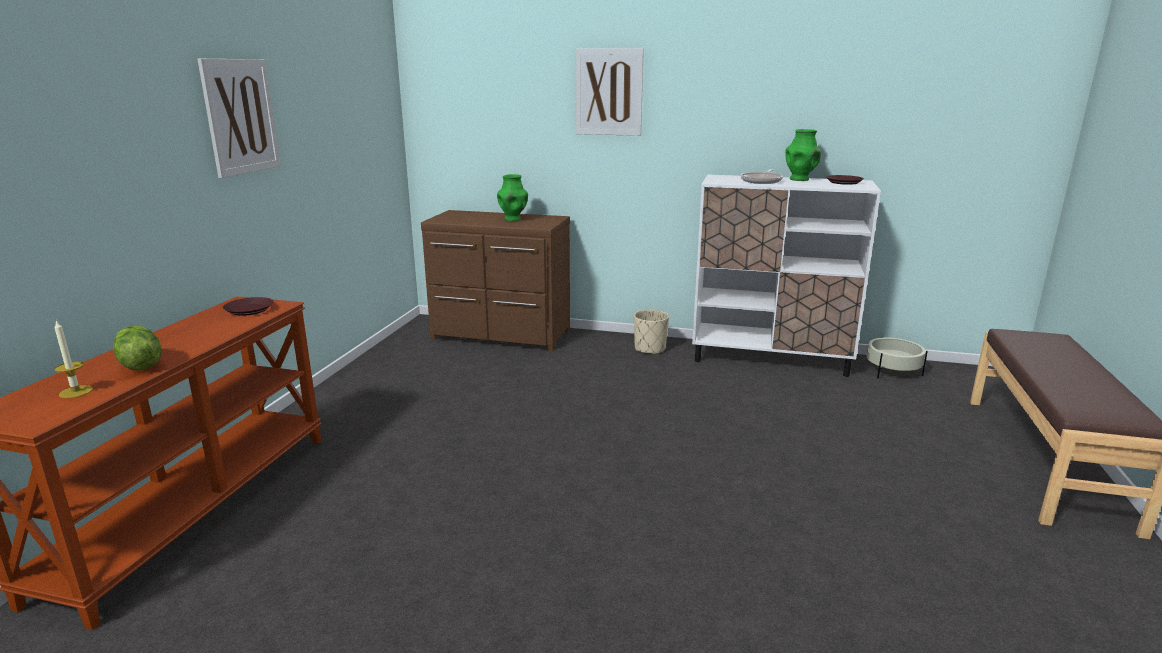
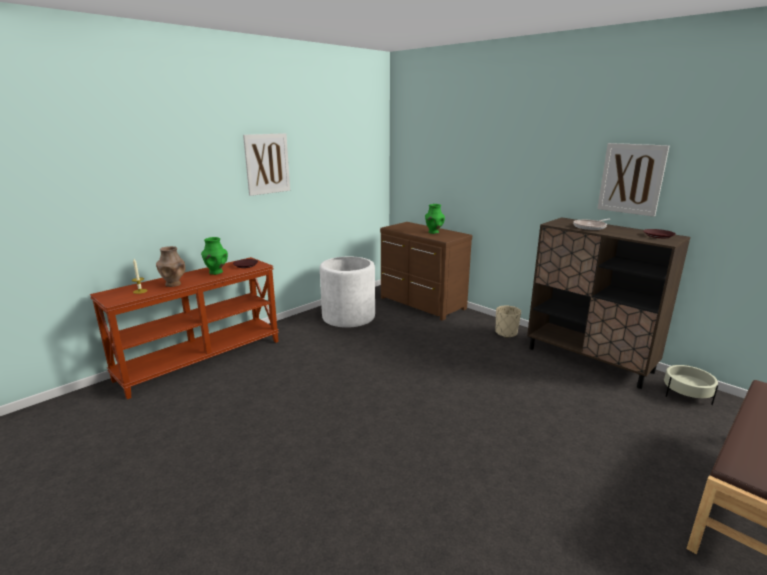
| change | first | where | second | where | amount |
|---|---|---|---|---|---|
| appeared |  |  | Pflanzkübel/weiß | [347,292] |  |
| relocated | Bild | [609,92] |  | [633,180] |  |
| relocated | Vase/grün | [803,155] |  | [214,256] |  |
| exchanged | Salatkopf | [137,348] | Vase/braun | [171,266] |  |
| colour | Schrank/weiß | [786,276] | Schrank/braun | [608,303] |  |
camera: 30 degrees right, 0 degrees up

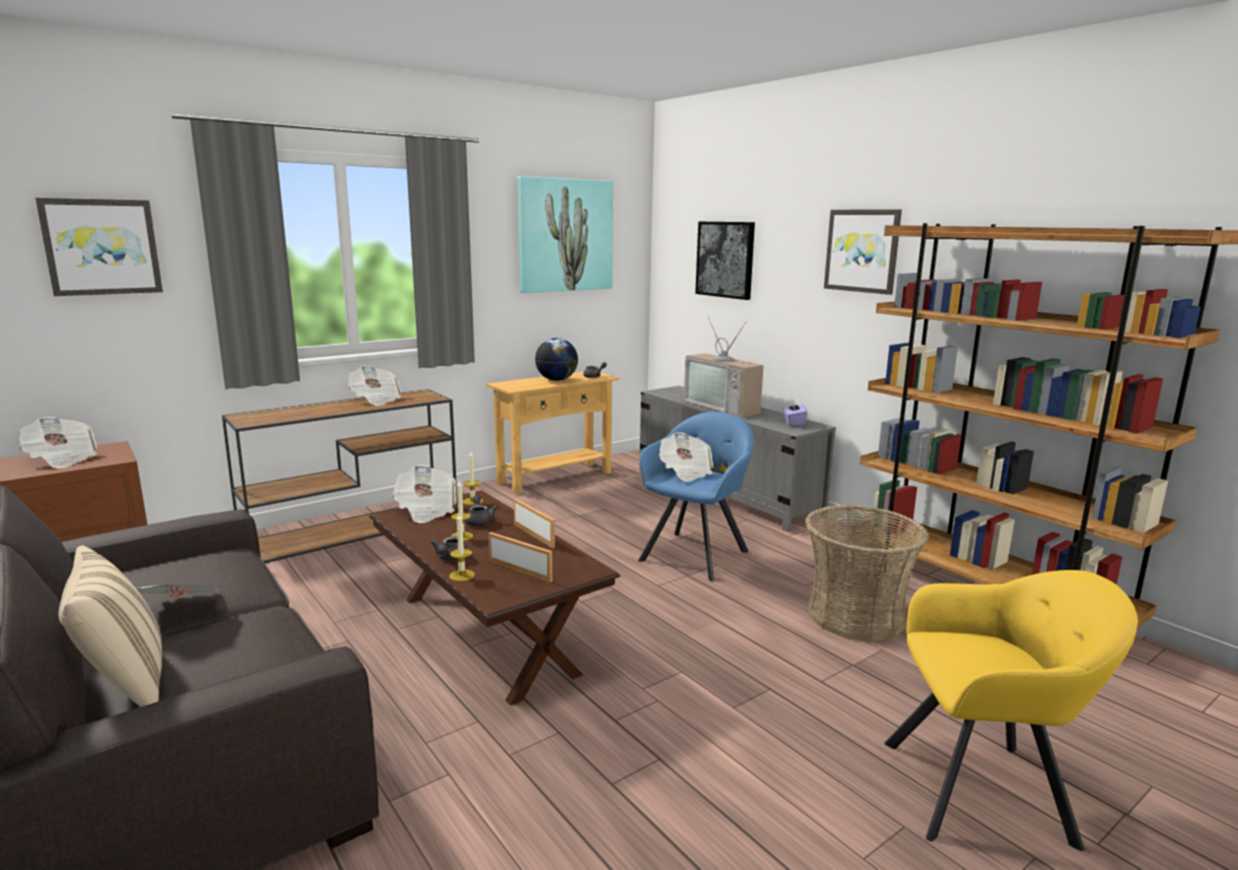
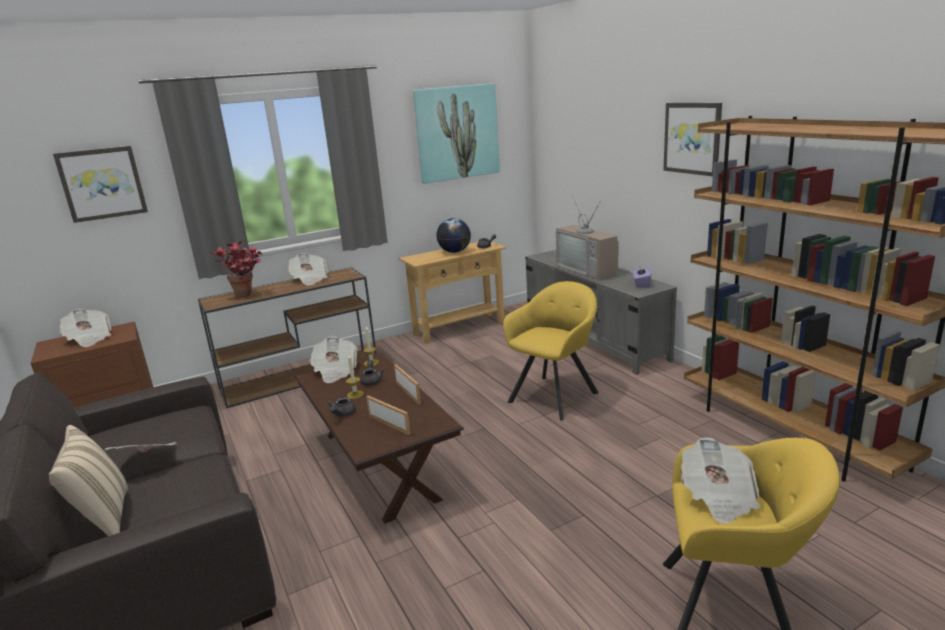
| change | first | where | second | where | amount |
|---|---|---|---|---|---|
| missing | Kerze | [462,547] |  |  |  |
| missing | Bild | [725,261] |  |  |  |
| missing | Korb | [867,573] |  |  |  |
| appeared |  |  | Topfpflanze | [236,269] |  |
| relocated | Zeitung | [686,457] |  | [720,480] |  |
| colour | Sessel/blau | [696,497] | Sessel/gelb | [551,351] |  |
camera: 10 degrees right, 5 degrees up

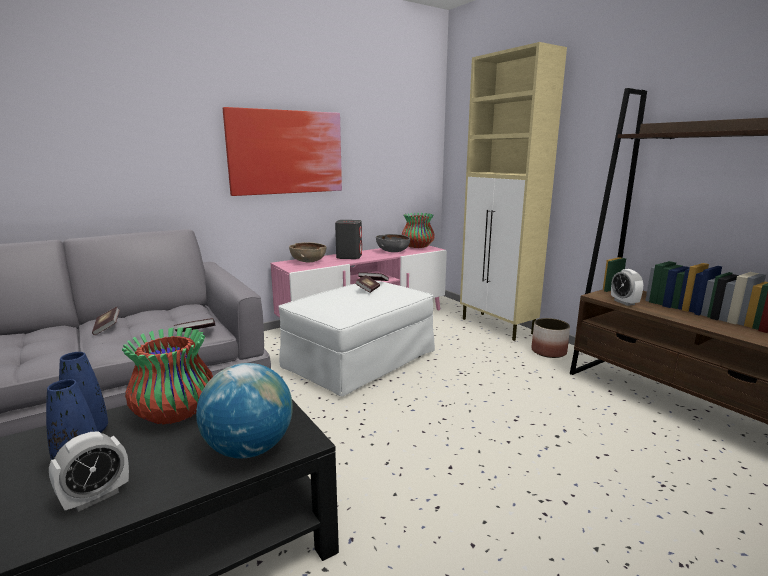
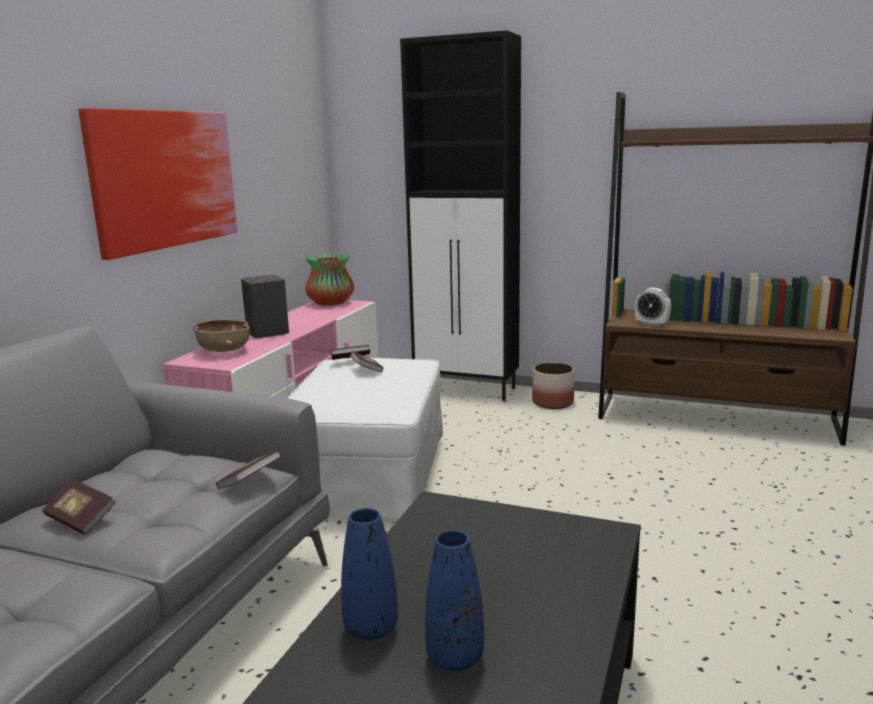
| change | first | where | second | where | amount |
|---|---|---|---|---|---|
| missing | Wecker | [89,471] |  |  |  |
| missing | Vase | [167,376] |  |  |  |
| missing | Globus | [244,410] |  |  |  |
| missing | Schüssel/grau | [393,243] |  |  |  |
| colour | Schrank/beige | [513,191] | Schrank/schwarz | [460,215] |  |
camera: 35 degrees left, 0 degrees up

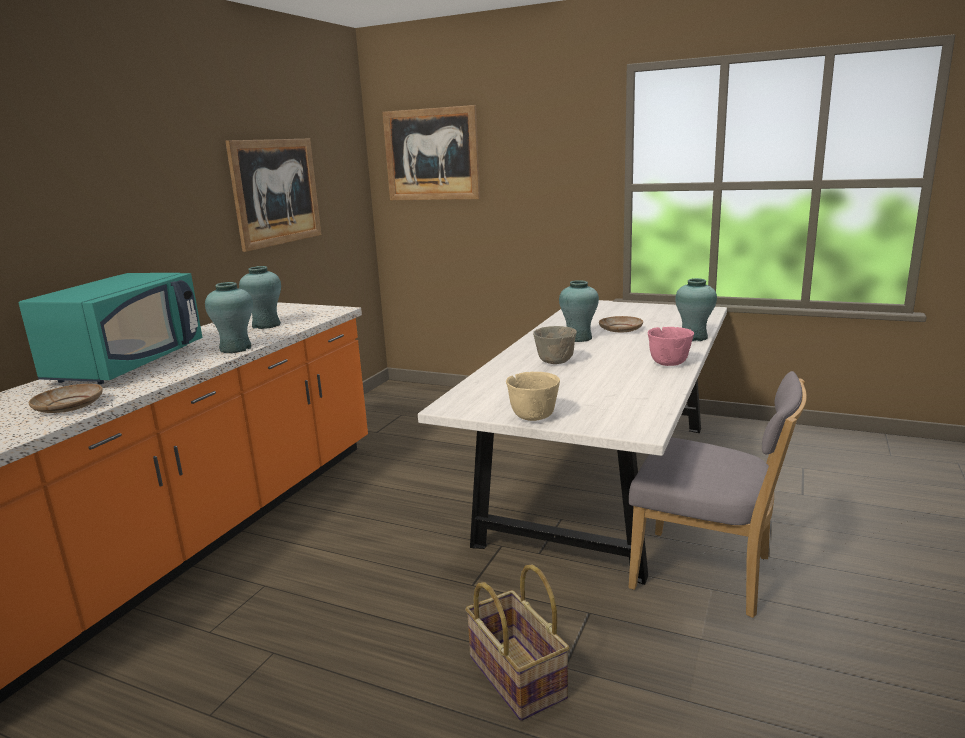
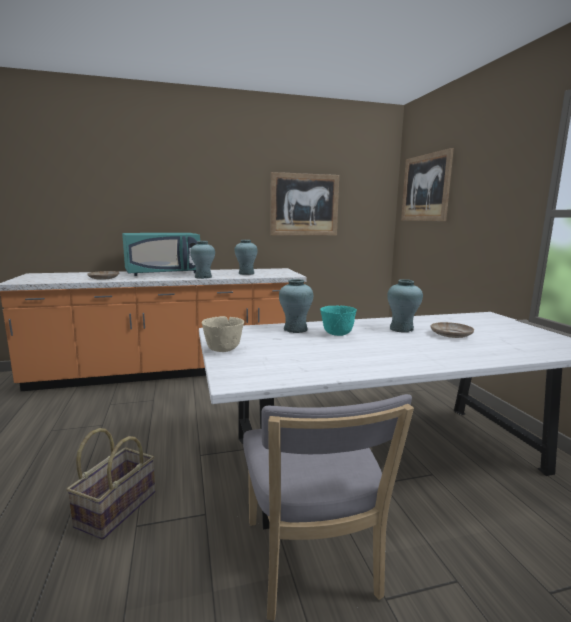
| change | first | where | second | where | amount |
|---|---|---|---|---|---|
| missing | Schüssel/rosa | [670,346] |  |  |  |
| relocated | Vase/türkis | [696,310] |  | [296,306] |  |
| colour | Schüssel/grau | [555,345] | Schüssel/türkis | [338,321] |  |
camera: 50 degrees right, 5 degrees down

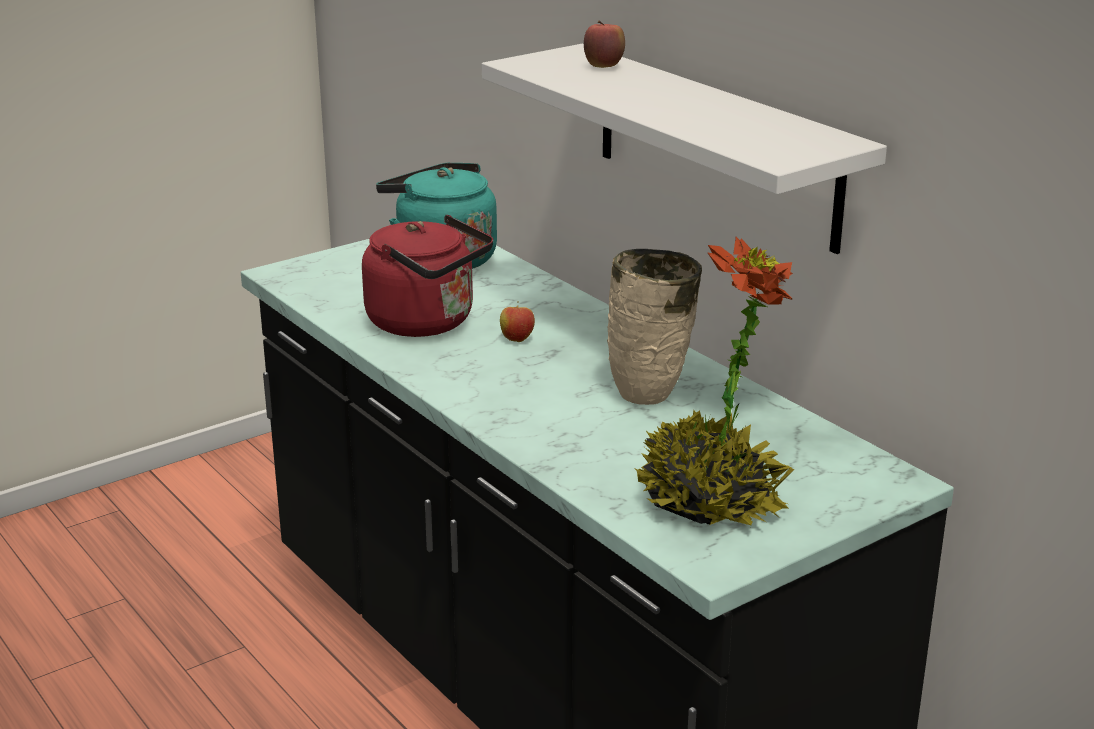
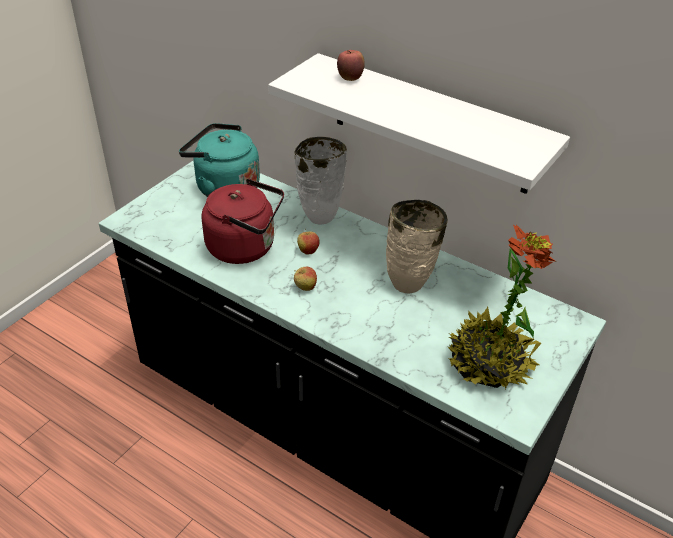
| change | first | where | second | where | amount |
|---|---|---|---|---|---|
| appeared |  |  | Vase/weiß | [320,181] |  |
| appeared |  |  | Apfel | [305,279] |  |
camera: 20 degrees left, 15 degrees up

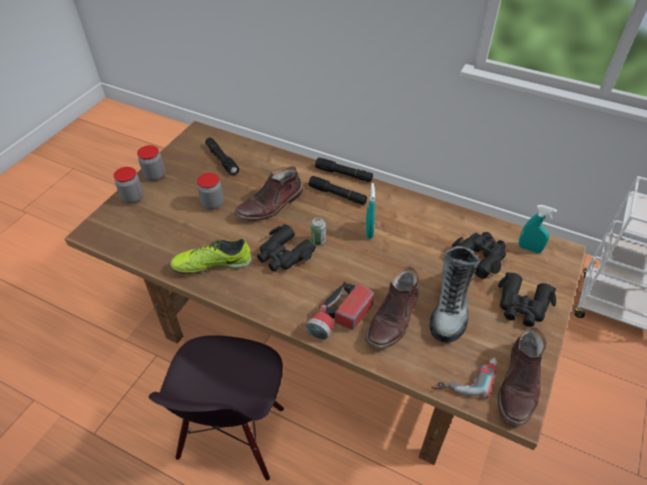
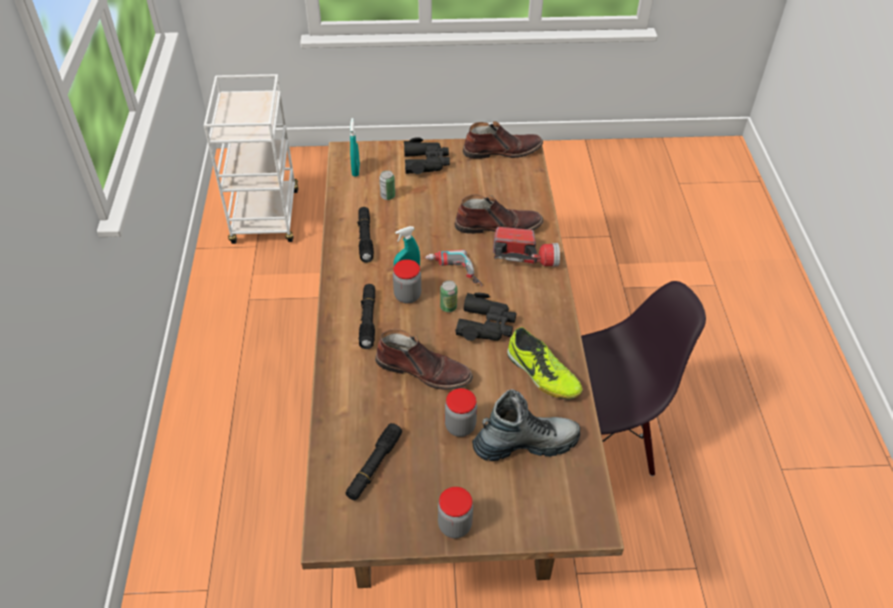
| change | first | where | second | where | amount |
|---|---|---|---|---|---|
| relocated | Vorratsglas | [128,185] |  | [407,281] |  |
| relocated | Taschenlampe/schwarz | [344,170] |  | [365,235] |  |
| relocated | Stiefel | [454,294] |  | [526,425] |  |
| relocated | Bohrmaschine | [464,378] |  | [453,268] |  |
| exchanged | Fernglas/schwarz | [478,255] | Dose | [387,185] |  |
camera: 120 degrees left, 0 degrees up

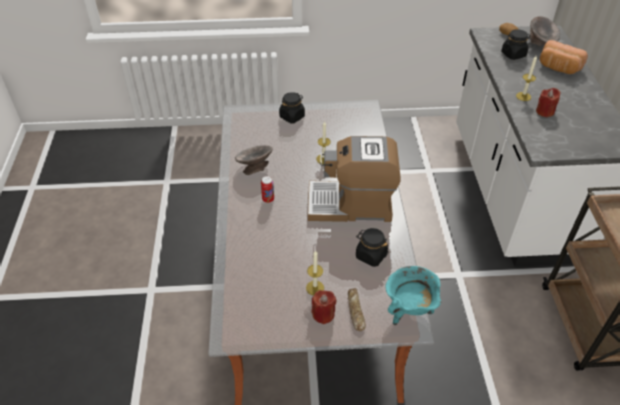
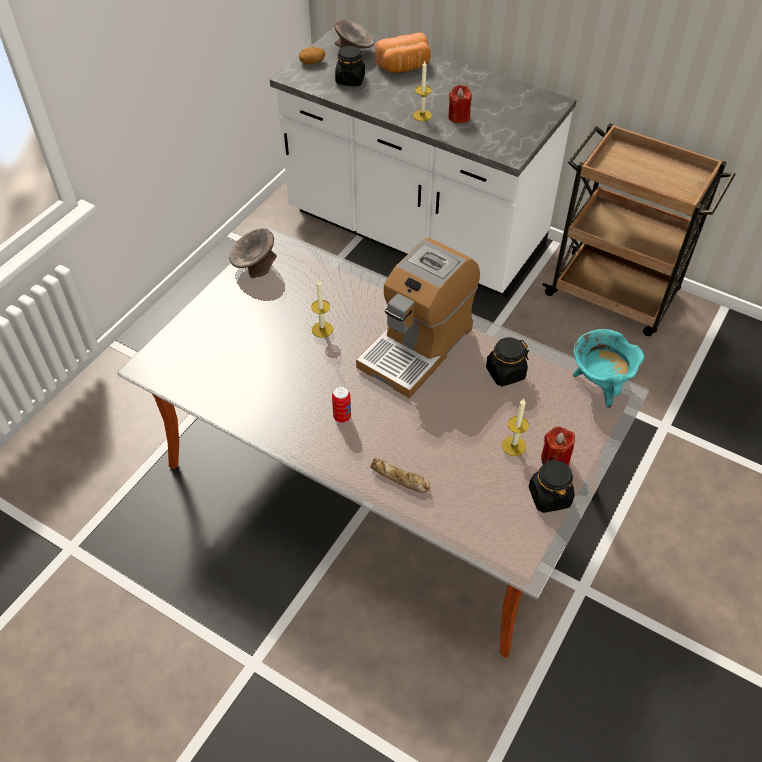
| change | first | where | second | where | amount |
|---|---|---|---|---|---|
| relocated | Schüssel/grau | [254,160] |  | [253,253] |  |
| relocated | Vorratsglas/schwarz | [292,107] |  | [552,485] |  |
| relocated | Brot | [357,309] |  | [400,475] |  |
camera: 55 degrees left, 5 degrees up

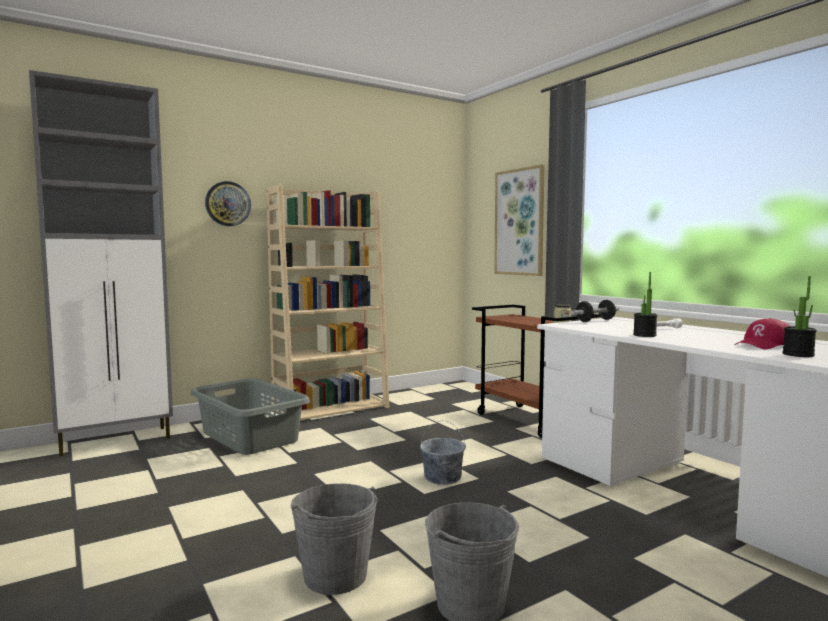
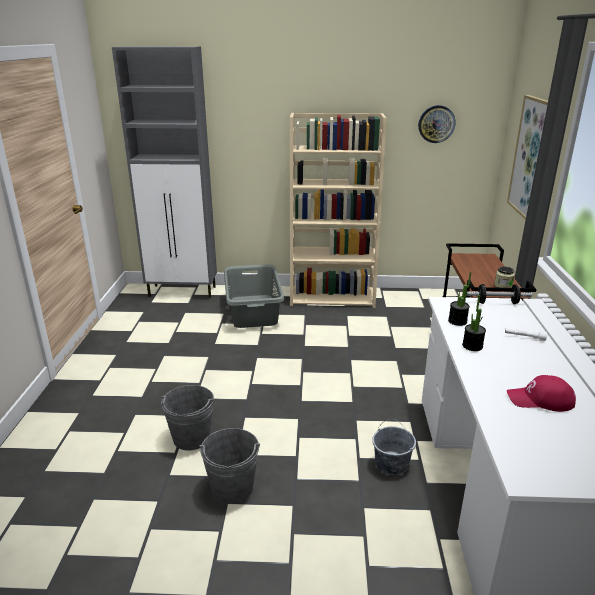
| change | first | where | second | where | amount |
|---|---|---|---|---|---|
| relocated | Wanduhr | [228,203] |  | [436,124] |  |
| relocated | Eimer/grau | [443,452] |  | [394,447] |  |
| relocated | Topfpflanze | [800,316] |  | [459,299] |  |
camera: 35 degrees right, 20 degrees up

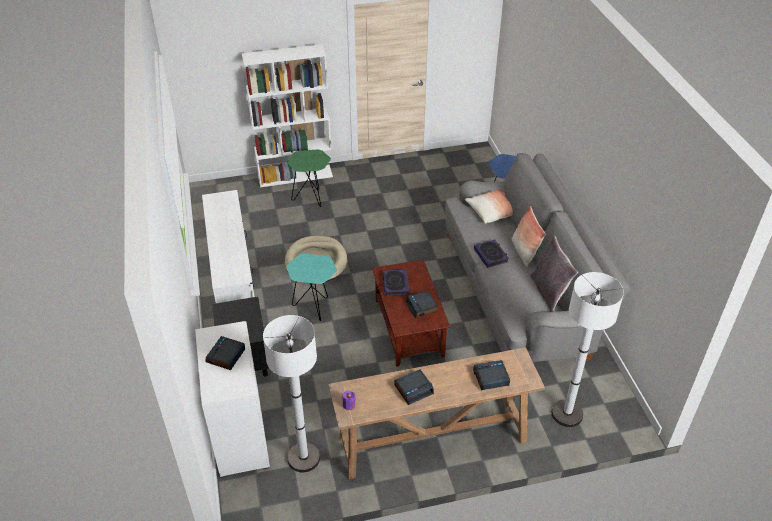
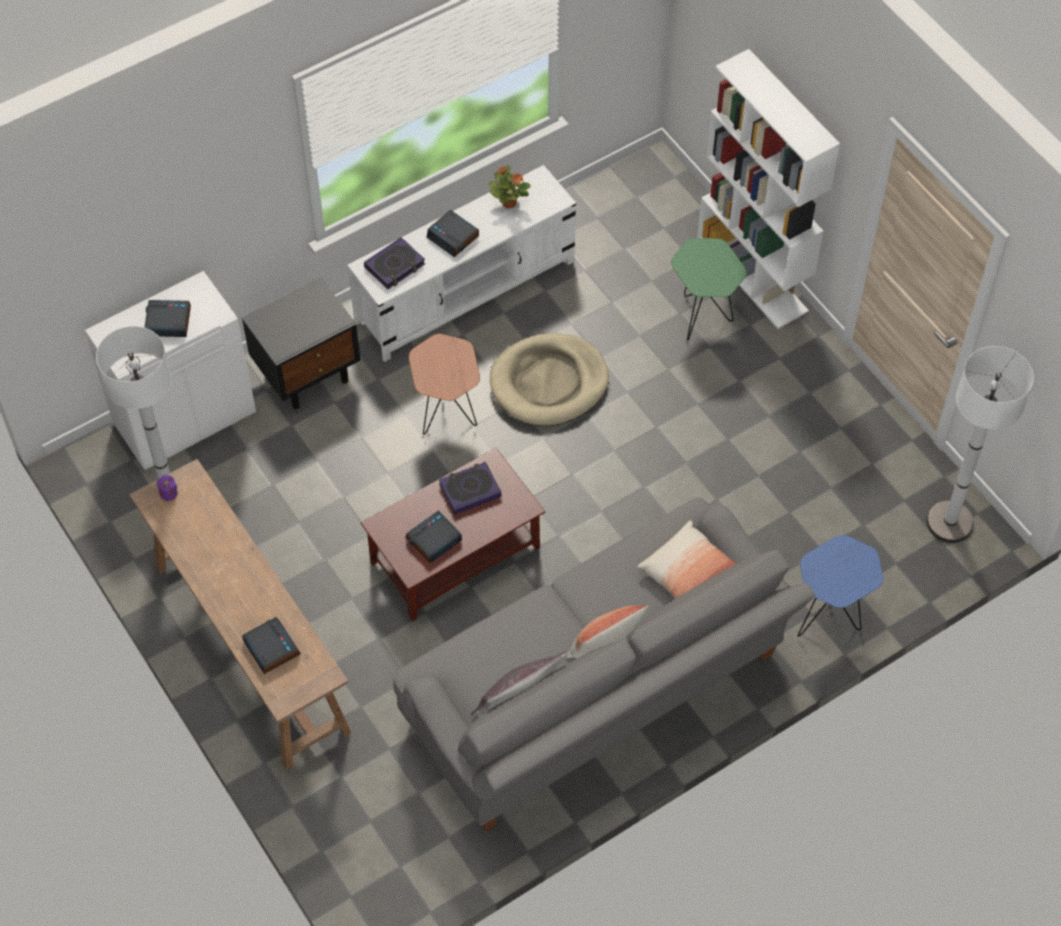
| change | first | where | second | where | amount |
|---|---|---|---|---|---|
| appeared |  |  | Topfpflanze | [509,186] |  |
| relocated | Wecker | [414,387] |  | [453,233] |  |
| relocated | Buch | [491,254] |  | [394,263] |  |
| relocated | Stehlampe/weiß | [588,349] |  | [980,444] |  |
| colour | Beistelltisch/türkis | [311,287] | Beistelltisch/braun | [444,384] |  |
camera: 70 degrees right, 15 degrees up

